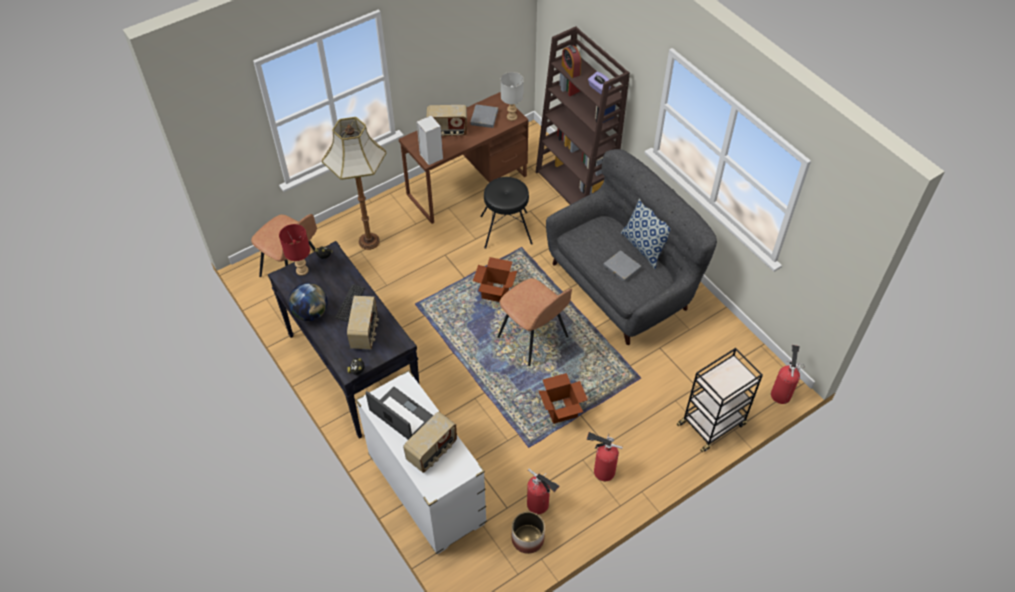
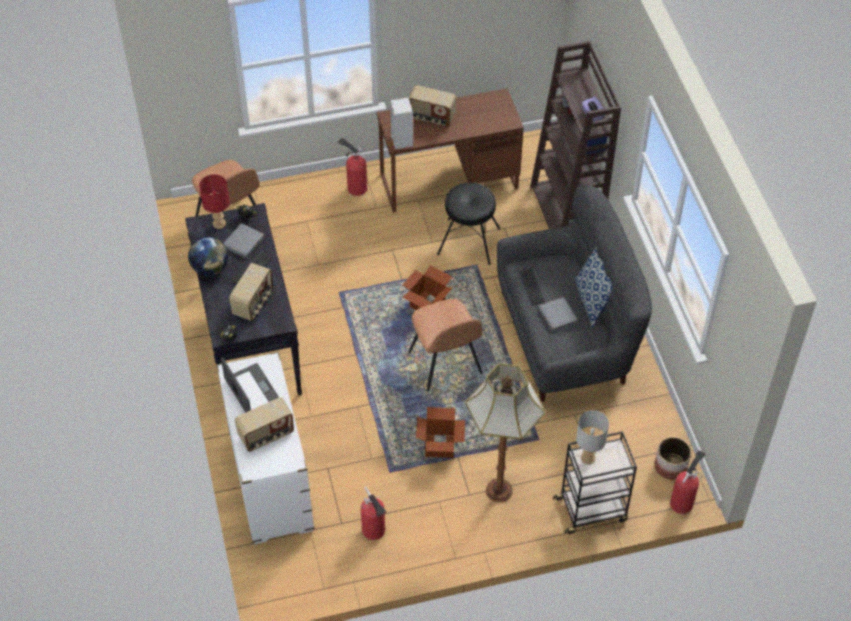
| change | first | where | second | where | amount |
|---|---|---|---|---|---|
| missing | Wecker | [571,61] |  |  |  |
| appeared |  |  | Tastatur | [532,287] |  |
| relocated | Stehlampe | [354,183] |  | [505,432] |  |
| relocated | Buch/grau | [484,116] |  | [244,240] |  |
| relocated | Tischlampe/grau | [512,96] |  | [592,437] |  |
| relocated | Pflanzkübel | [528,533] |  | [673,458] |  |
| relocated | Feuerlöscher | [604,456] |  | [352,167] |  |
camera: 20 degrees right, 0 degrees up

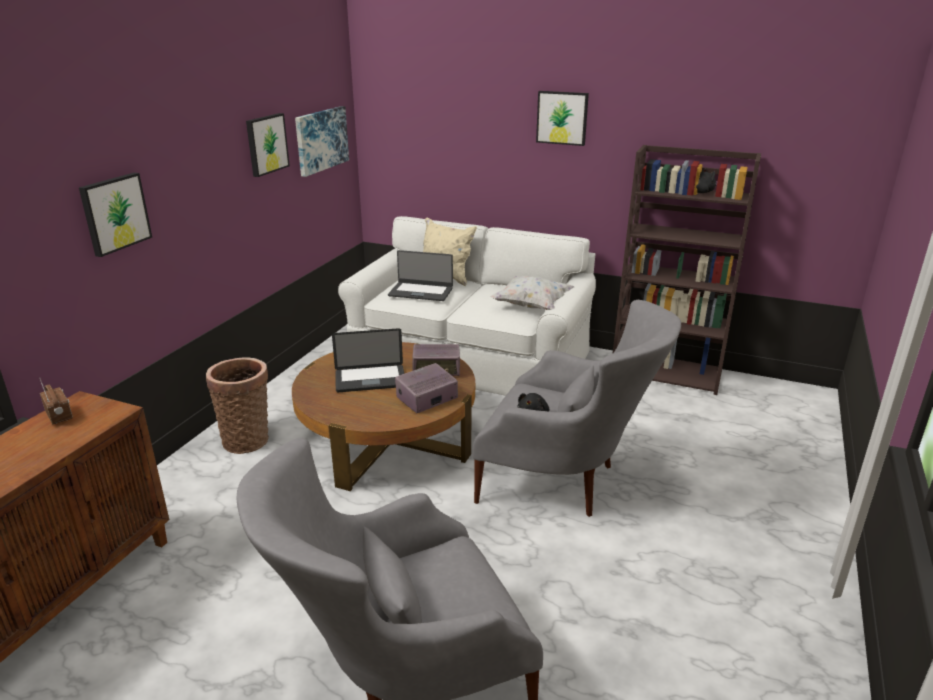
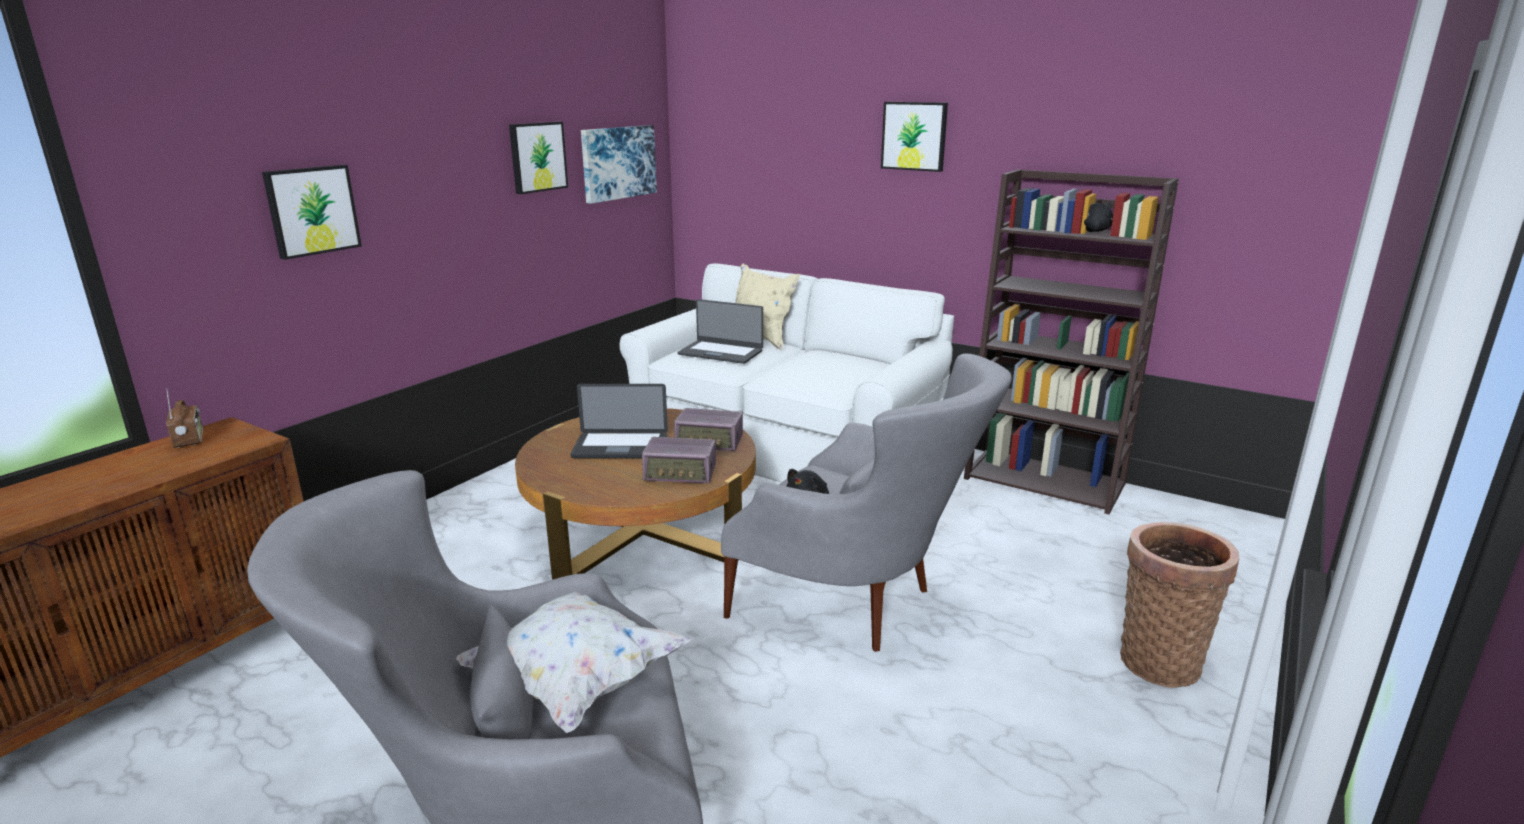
| change | first | where | second | where | amount |
|---|---|---|---|---|---|
| relocated | Korb | [237,406] |  | [1179,605] |  |
| relocated | Kissen/weiß | [532,293] |  | [573,662] |  |
| spun | Radio | [426,388] |  | [679,460] | 150 degrees counterclockwise |
camera: 10 degrees right, 5 degrees down

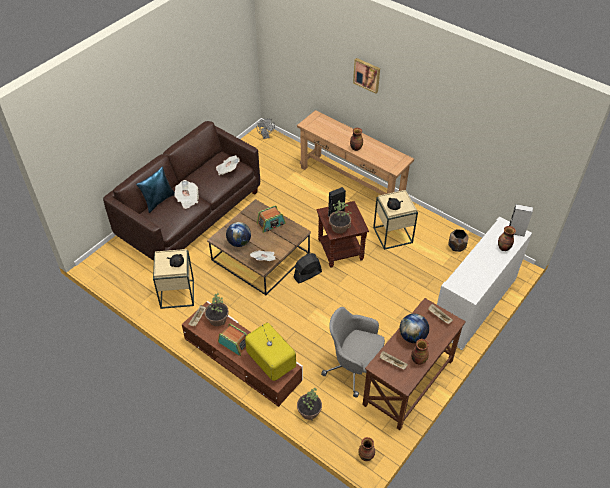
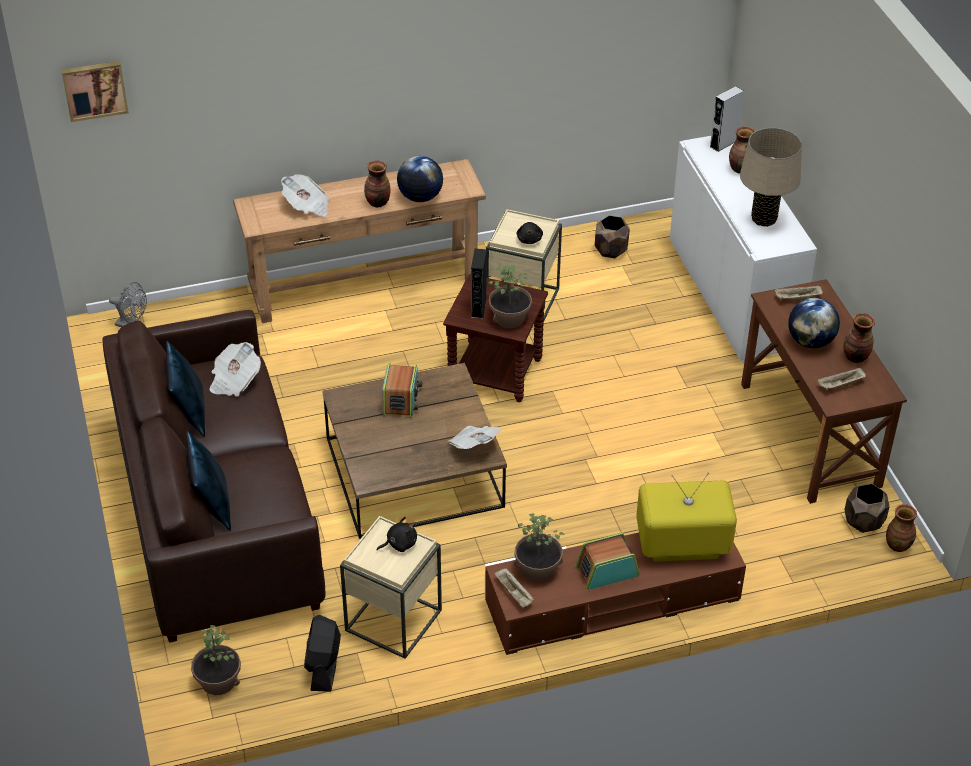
| change | first | where | second | where | amount |
|---|---|---|---|---|---|
| missing | Bürostuhl/grau | [353,352] |  |  |  |
| appeared |  |  | Kissen/blau | [185,389] |  |
| appeared |  |  | Tischlampe/beige | [771,177] |  |
| appeared |  |  | Pflanzkübel/braun | [867,508] |  |
| relocated | Zeitung | [186,194] |  | [305,195] |  |
| relocated | Globus | [238,234] |  | [420,179] |  |
| relocated | Ventilator/schwarz | [307,268] |  | [322,653] |  |
| relocated | Topfpflanze | [309,404] |  | [216,660] |  |
| relocated | Bild | [366,76] |  | [95,91] |  |
camera: 55 degrees left, 5 degrees down

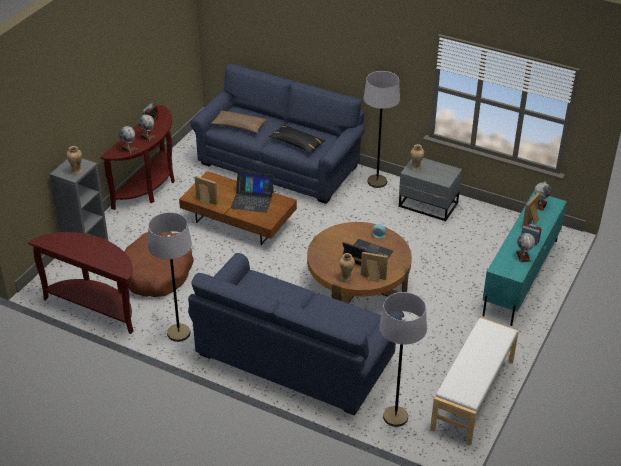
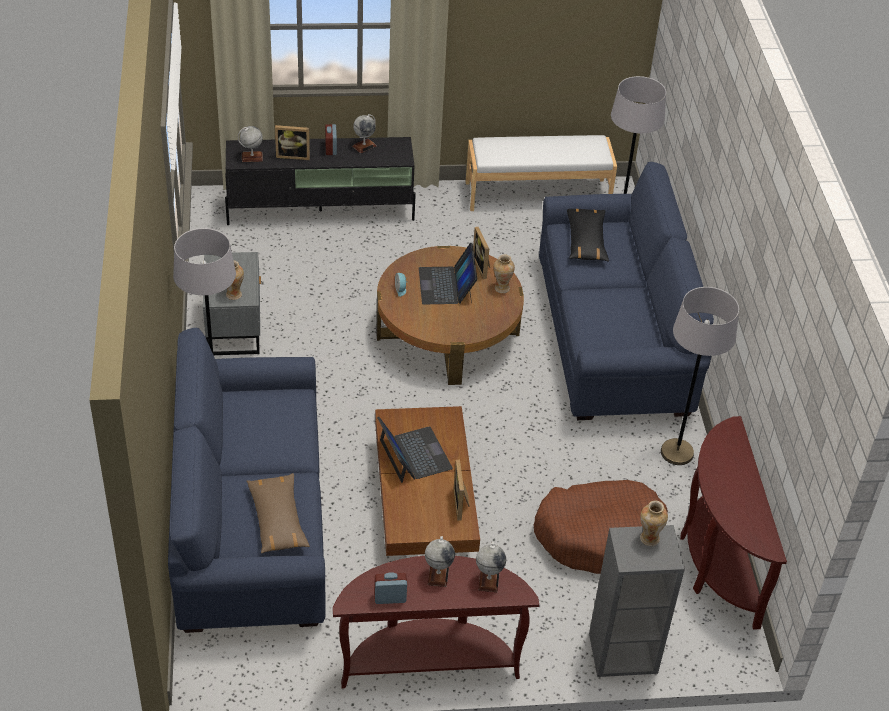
| change | first | where | second | where | amount |
|---|---|---|---|---|---|
| relocated | Kissen/schwarz | [297,139] |  | [588,235] |  |
| colour | Fernsehschrank/türkis | [524,259] | Fernsehschrank/schwarz | [320,181] |  |
camera: 125 degrees left, 5 degrees up

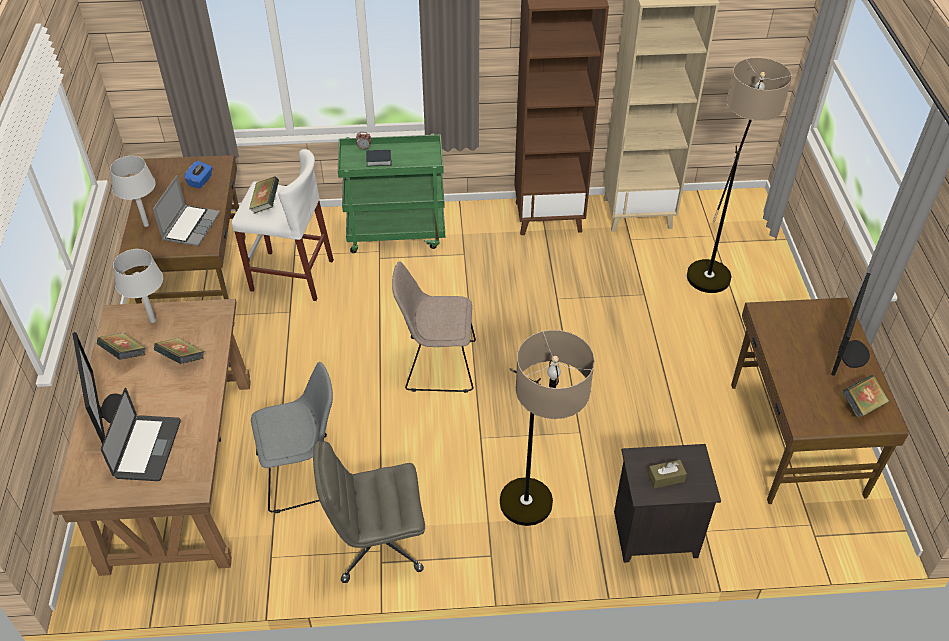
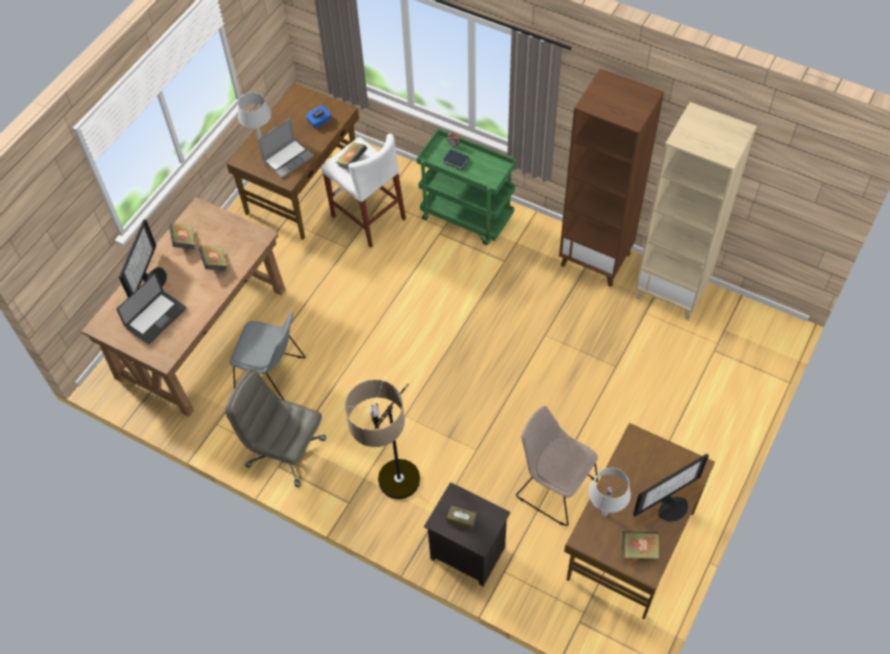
| change | first | where | second | where | amount |
|---|---|---|---|---|---|
| missing | Stehlampe | [739,175] |  |  |  |
| relocated | Tischlampe/grau | [138,286] |  | [610,491] |  |
| relocated | Stuhl/beige | [434,327] |  | [557,465] |  |
camera: 35 degrees right, 10 degrees up

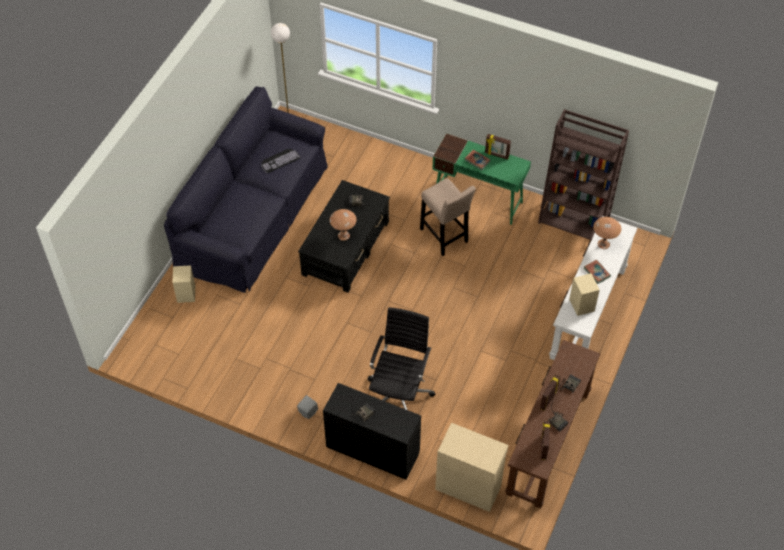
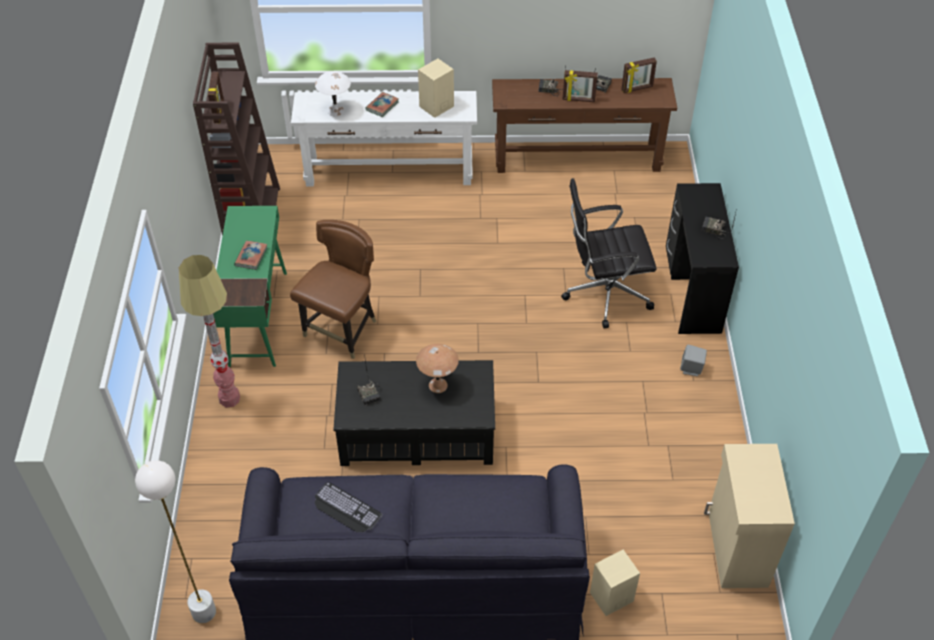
| change | first | where | second | where | amount |
|---|---|---|---|---|---|
| appeared |  |  | Stehlampe | [209,331] |  |
| relocated | Schrank/beige | [471,467] |  | [749,516] |  |
| relocated | Bilderrahmen | [498,147] |  | [216,97] |  |
| exchanged | Hocker/beige | [448,217] | Stuhl/braun | [333,289] |  |
| colour | Tischlampe/braun | [607,233] | Tischlampe/weiß | [333,94] |  |
camera: 115 degrees left, 5 degrees down

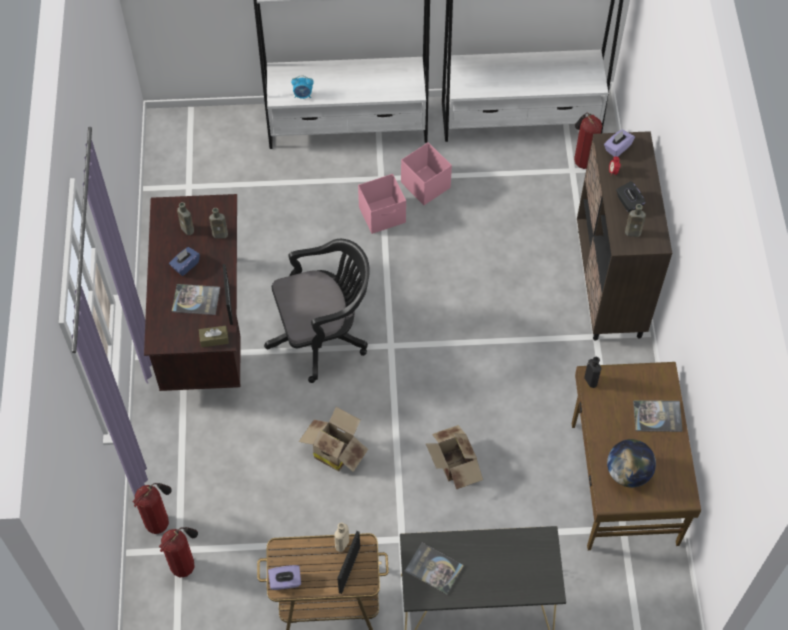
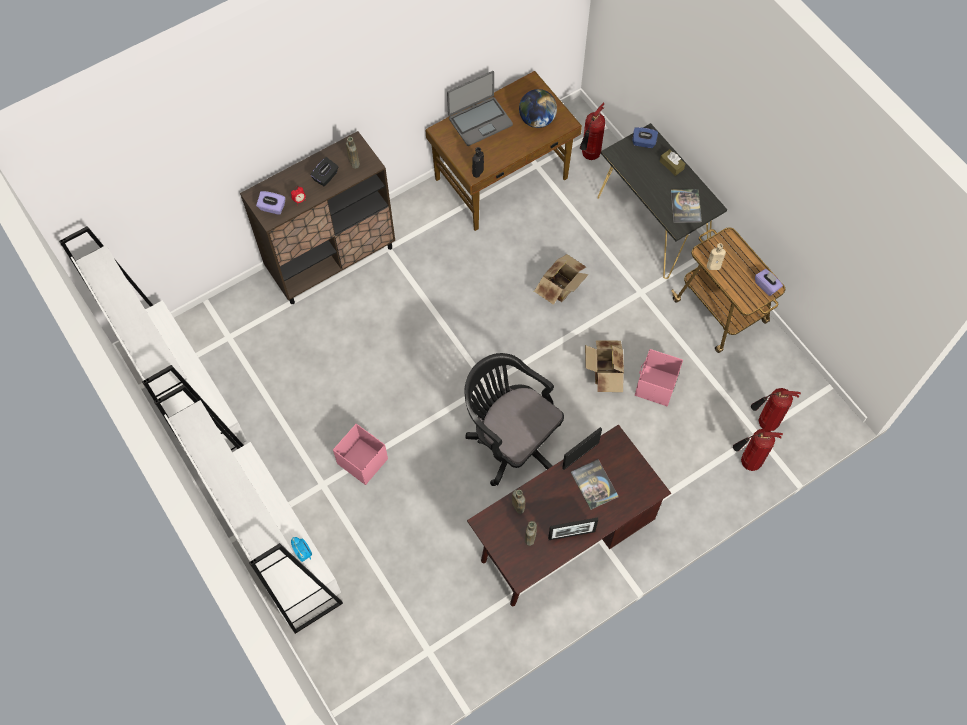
| change | first | where | second | where | amount |
|---|---|---|---|---|---|
| relocated | Taschentuchbox/blau | [184,261] |  | [645,137] |  |
| relocated | Taschentuchbox/braun | [214,336] |  | [672,162] |  |
| relocated | Bilderrahmen | [348,562] |  | [573,529] |  |
| relocated | Aufbewahrungsbox/rosa | [426,173] |  | [659,377] |  |
| relocated | Feuerlöscher | [588,141] |  | [592,131] |  |
| exchanged | Buch | [658,416] | Laptop | [480,108] |  |
camera: 120 degrees left, 5 degrees up

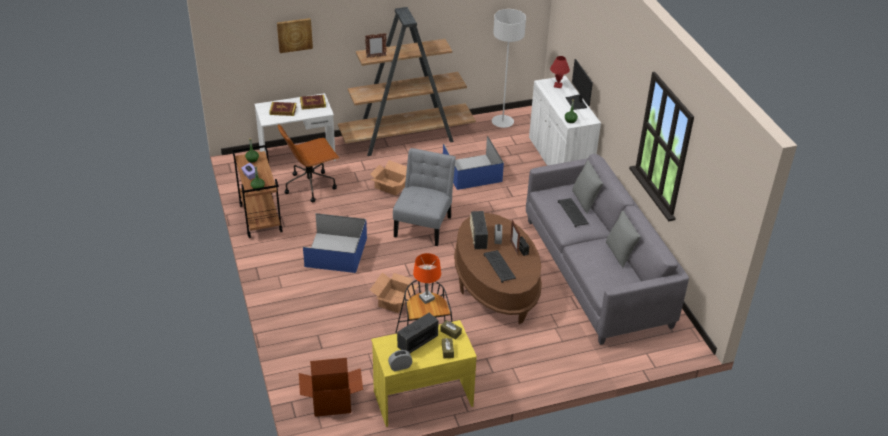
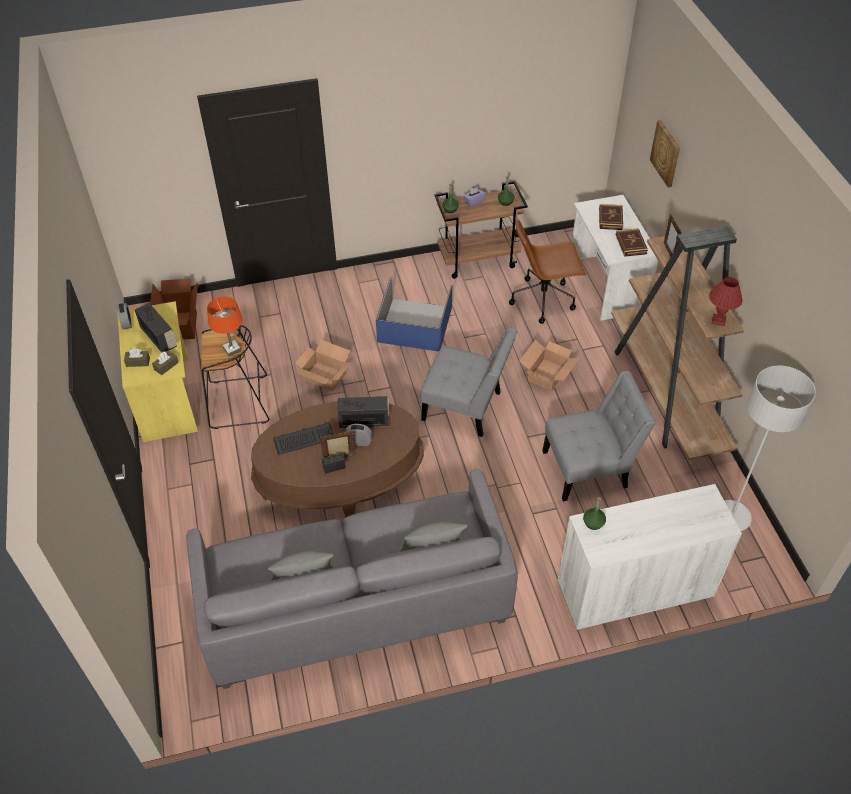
| change | first | where | second | where | amount |
|---|---|---|---|---|---|
| missing | Tastatur | [573,212] |  |  |  |
| missing | Monitor | [579,84] |  |  |  |
| relocated | Tischlampe/rot | [560,72] |  | [726,301] |  |
| exchanged | Aufbewahrungsbox/blau | [473,163] | Stuhl/grau | [599,436] |  |
| spun | Bürostuhl/braun | [308,163] |  | [547,271] | 75 degrees counterclockwise |
camera: 95 degrees right, 10 degrees up

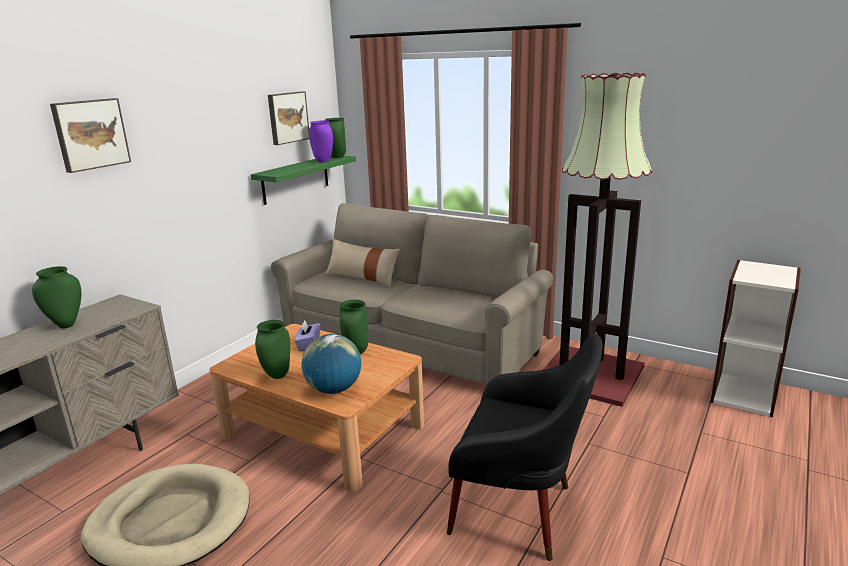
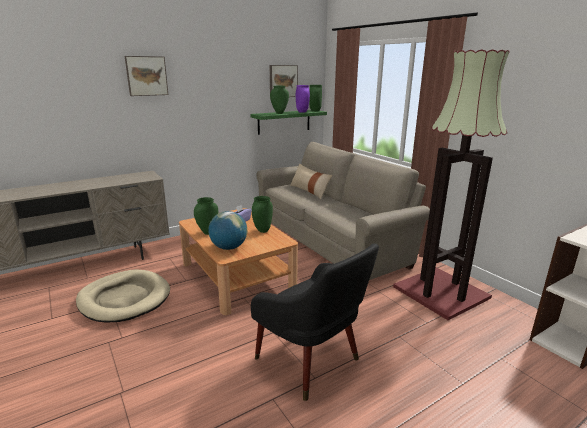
| change | first | where | second | where | amount |
|---|---|---|---|---|---|
| relocated | Vase/grün | [56,297] |  | [279,100] |  |
camera: 25 degrees right, 0 degrees up

